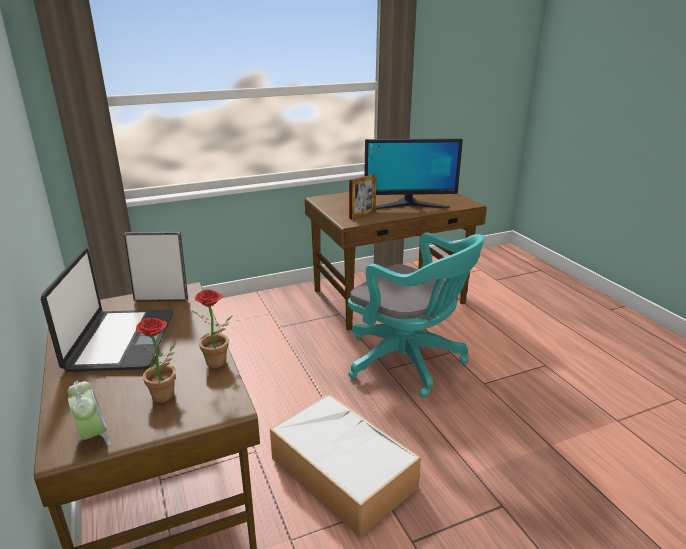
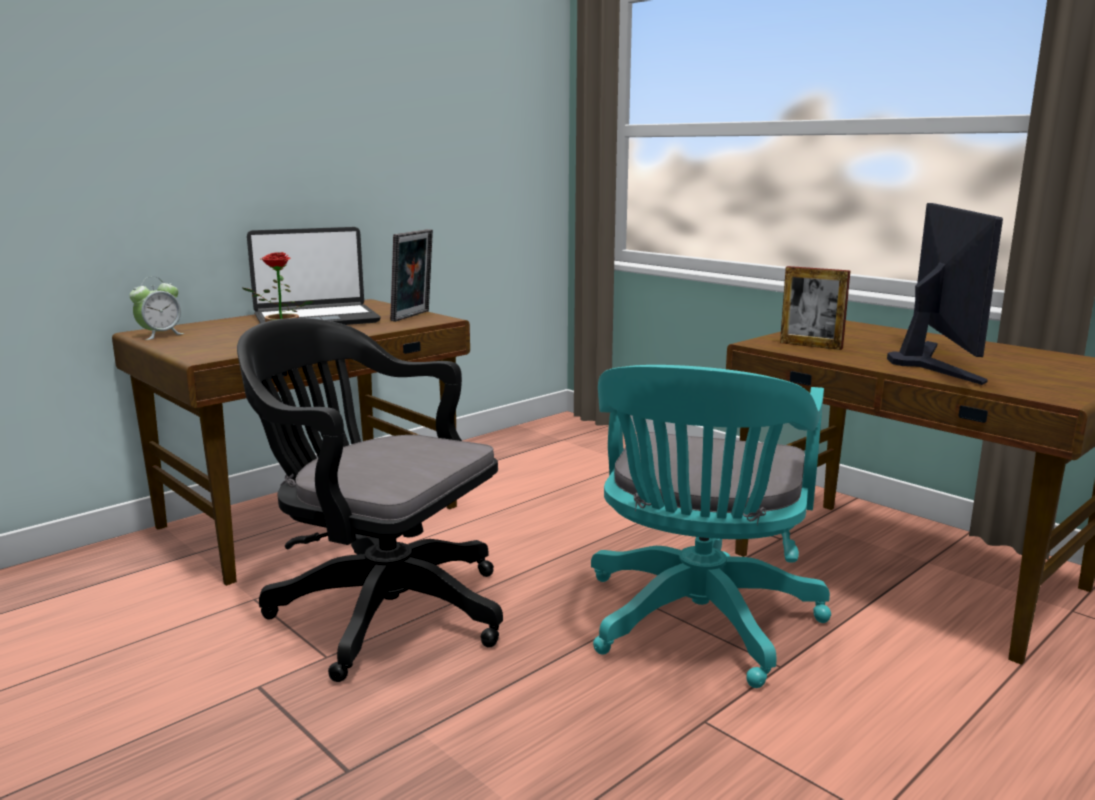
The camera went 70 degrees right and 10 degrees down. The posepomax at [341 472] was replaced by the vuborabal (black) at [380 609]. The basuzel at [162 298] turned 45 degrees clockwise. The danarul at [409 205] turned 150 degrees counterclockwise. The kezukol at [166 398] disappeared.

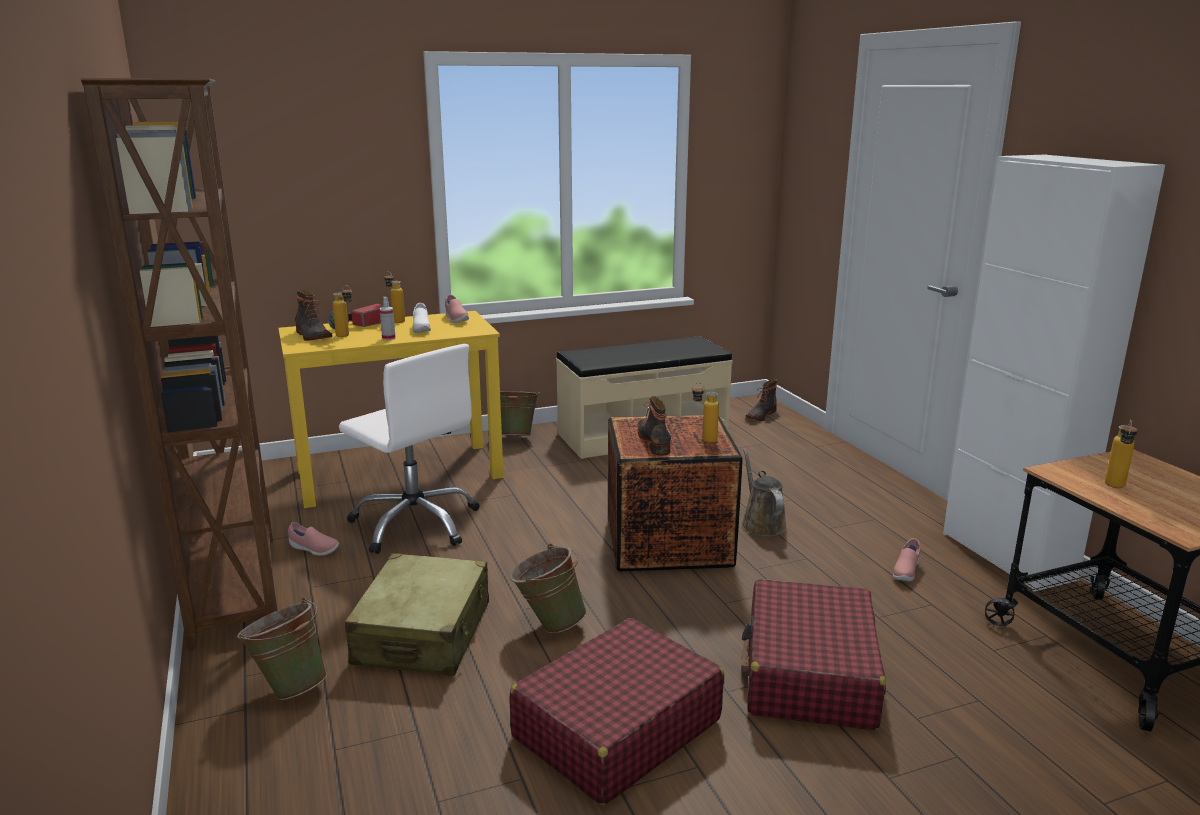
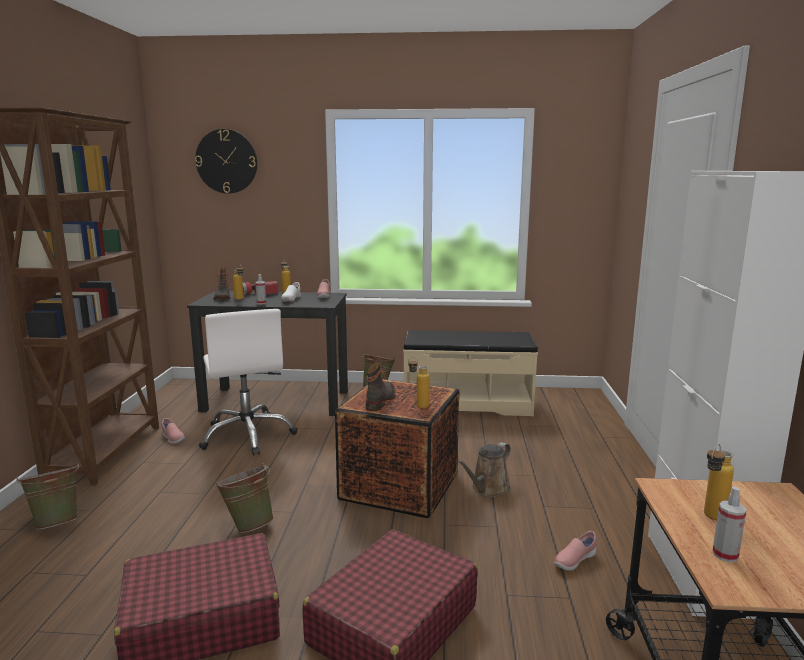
The camera went 25 degrees right and 5 degrees down. The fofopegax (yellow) at [400 473] became the fofopegax (black) at [277 401]. The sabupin at [226 161] appeared. The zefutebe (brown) at [761 523] turned 150 degrees counterclockwise. The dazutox at [725 555] appeared. The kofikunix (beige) at [423 633] disappeared. The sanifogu at [760 415] disappeared.

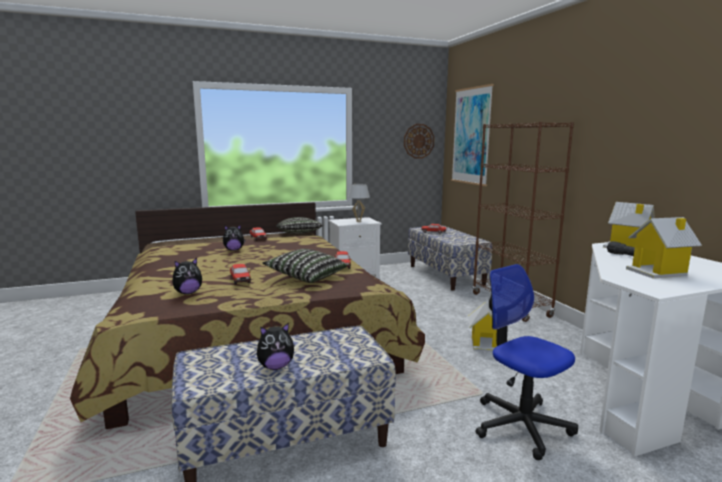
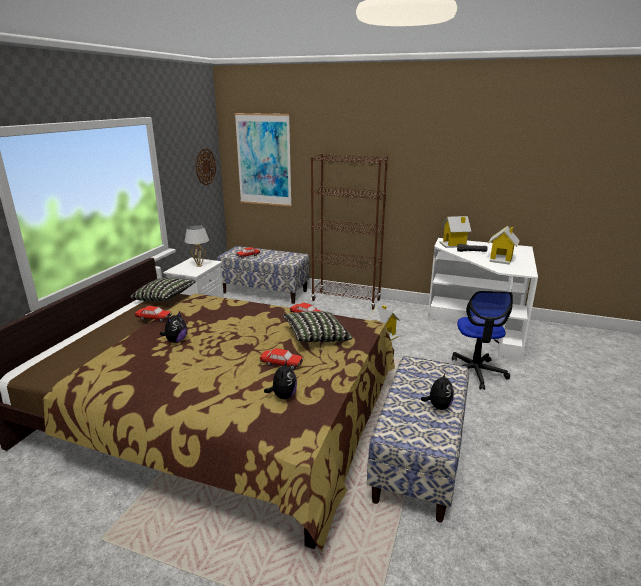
The camera went 50 degrees left and 10 degrees up. The vuborabal at [521 425] turned 90 degrees counterclockwise.

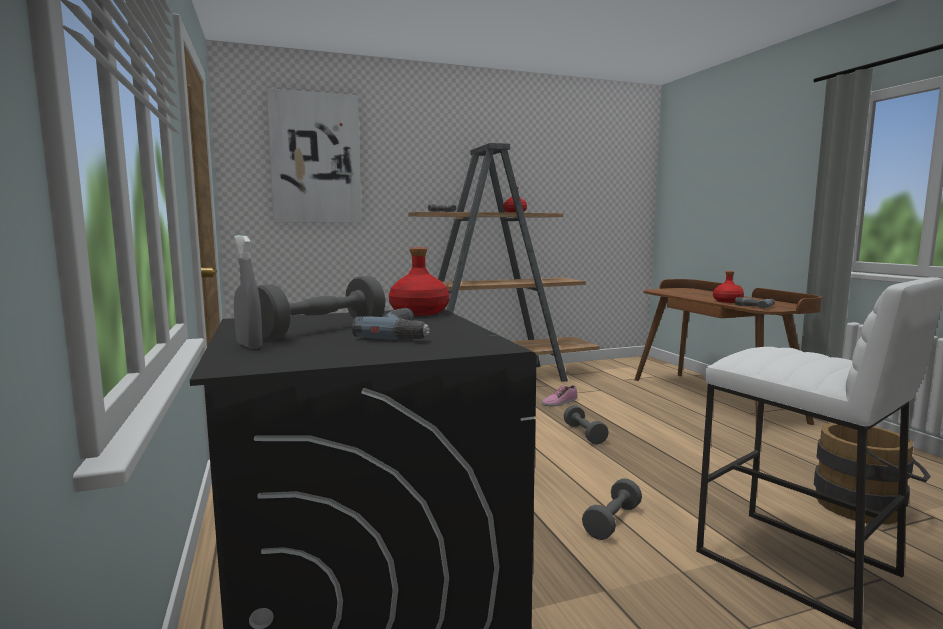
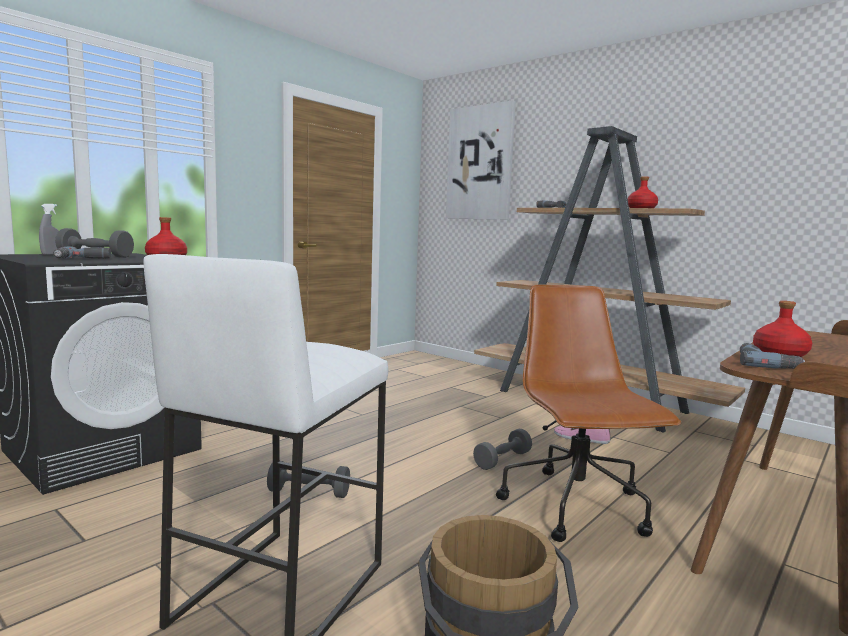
The camera went 60 degrees right and 0 degrees up. The vuborabal (brown) at [577 507] appeared.

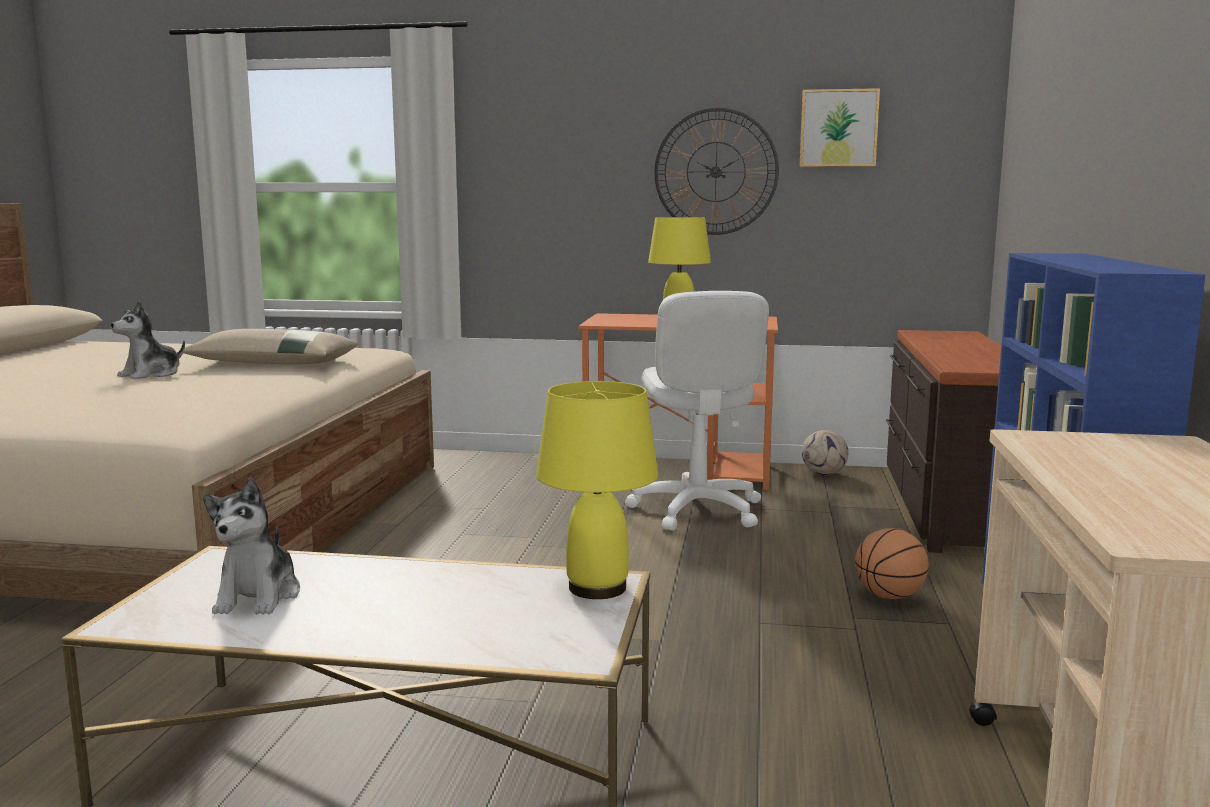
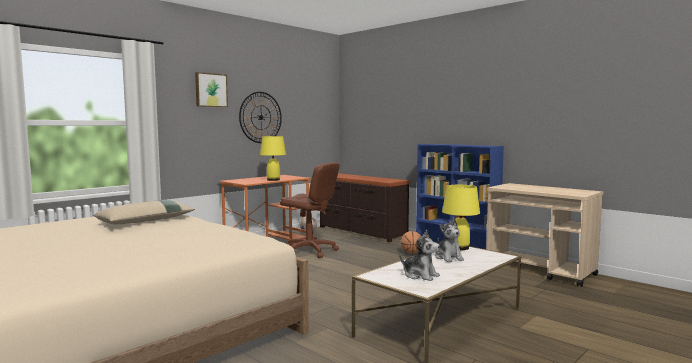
The camera went 55 degrees left and 5 degrees down. The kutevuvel moved from [838 128] to [210 90]. The vuborabal (white) at [696 510] became the vuborabal (brown) at [309 251]. The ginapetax moved from [151 374] to [448 257].

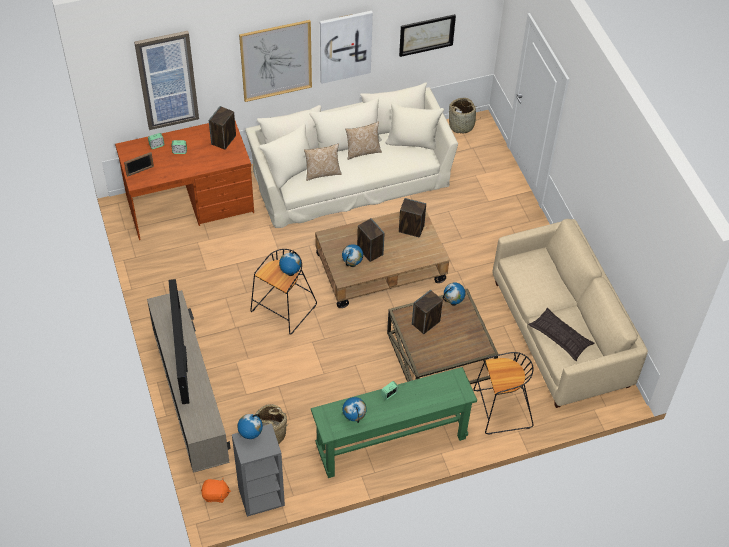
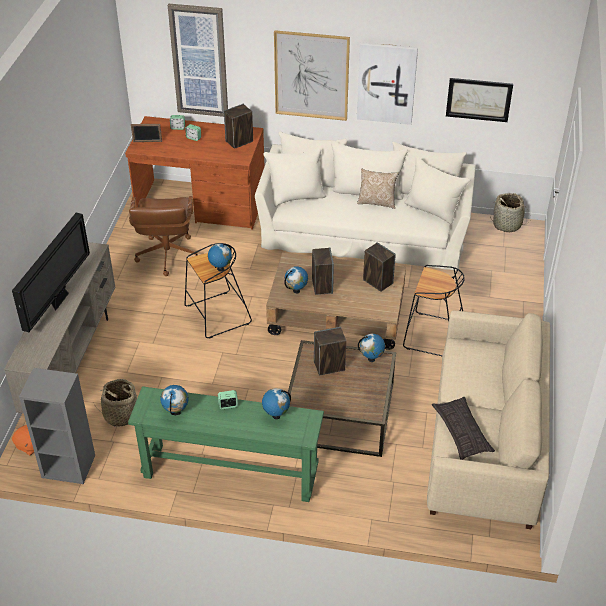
The camera went 30 degrees right and 10 degrees down. The vuborabal (brown) at [167 255] appeared. The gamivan moved from [250 435] to [276 415]. The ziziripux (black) moved from [501 410] to [432 335]. The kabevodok at [322 173] disappeared.

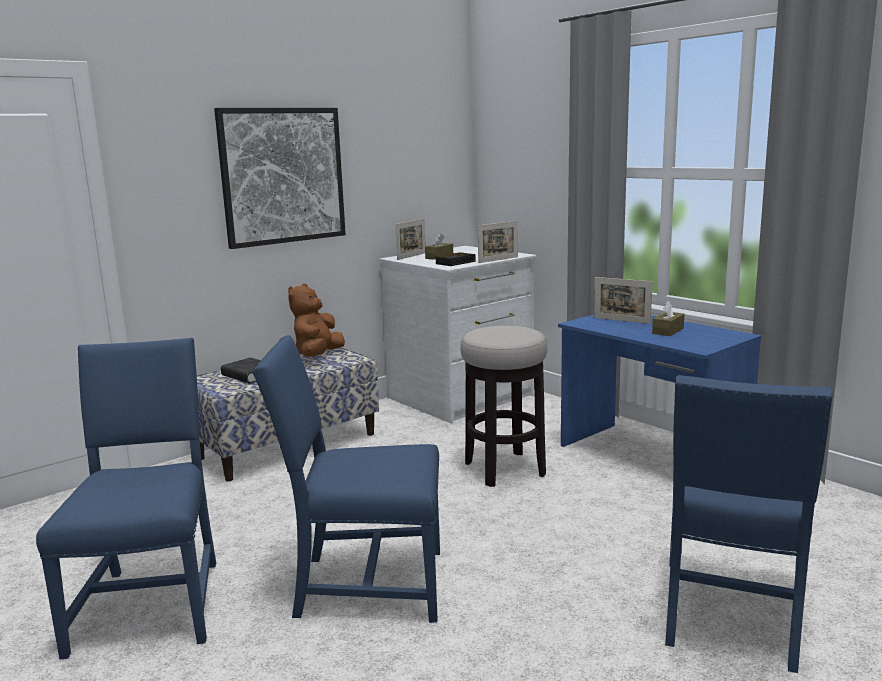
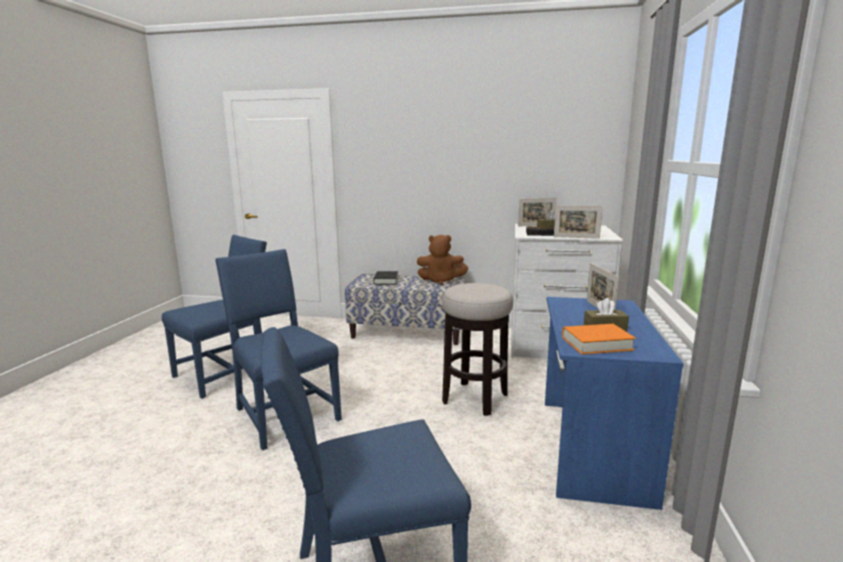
The camera went 50 degrees right and 0 degrees up. The ginapetax (brown) at [318 355] turned 150 degrees counterclockwise. The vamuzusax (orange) at [596 344] appeared. The kutevuvel at [283 176] disappeared.

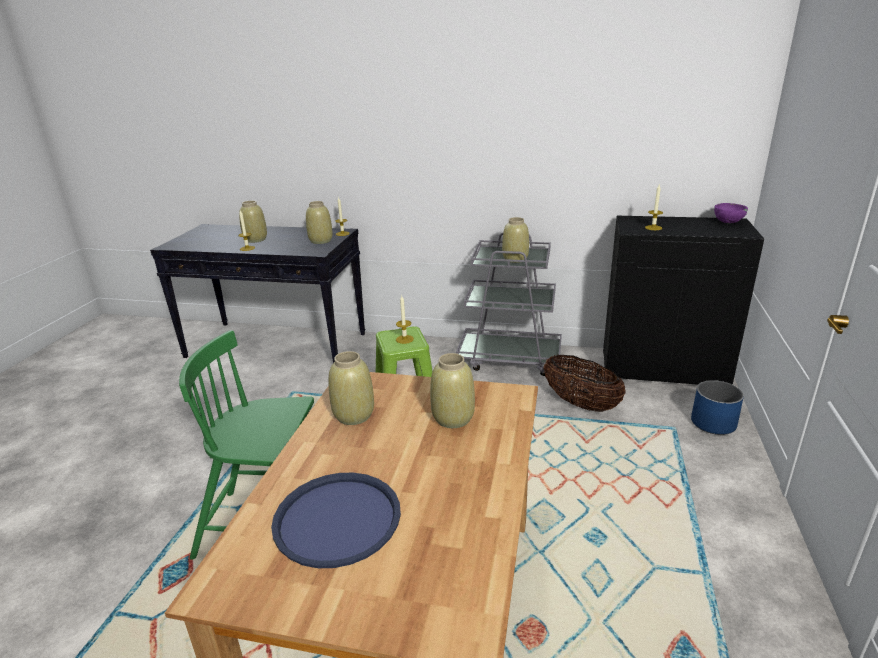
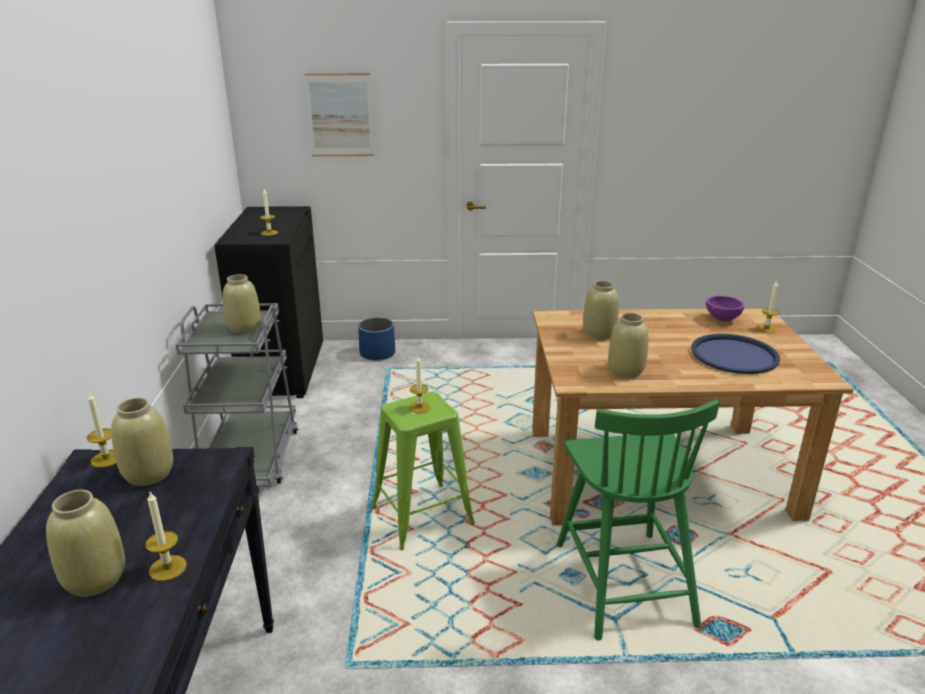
The camera went 105 degrees left and 0 degrees up. The kutevuvel at [340 115] appeared. The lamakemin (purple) moved from [727 222] to [722 319]. The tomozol at [766 329] appeared. The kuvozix at [580 404] disappeared.

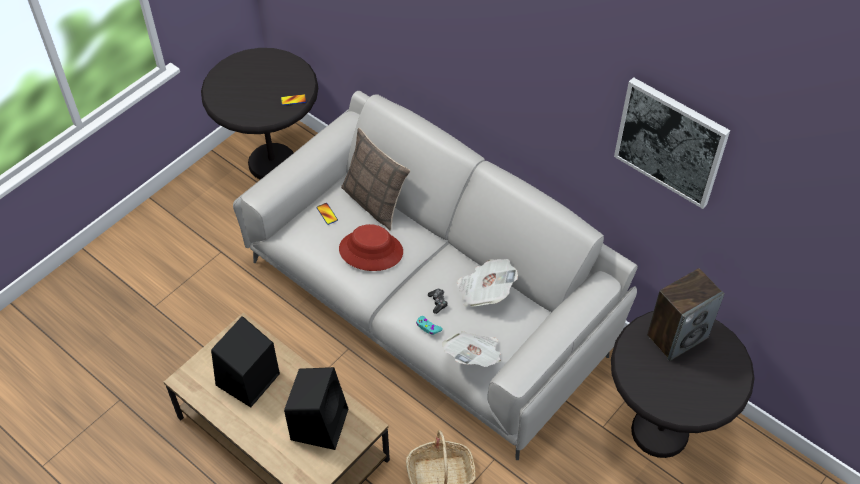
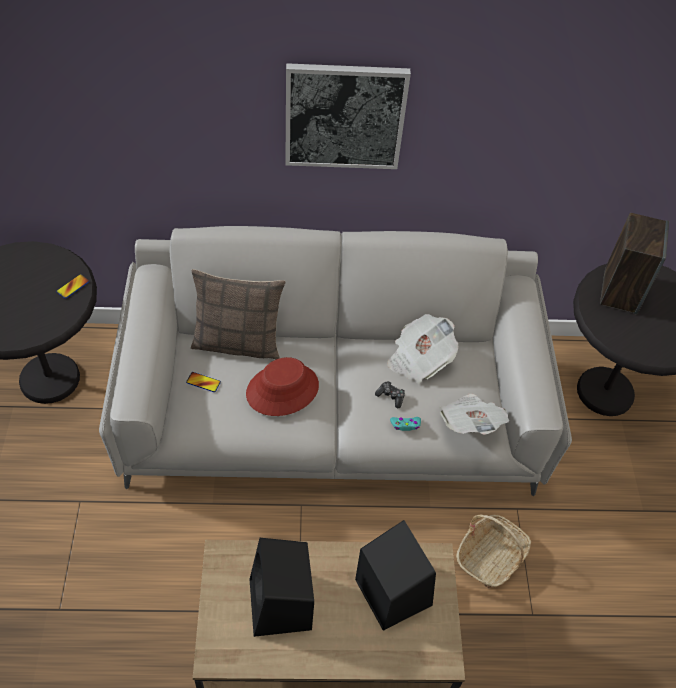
The camera went 45 degrees left and 0 degrees up. The kutevuvel moved from [671 142] to [344 116].

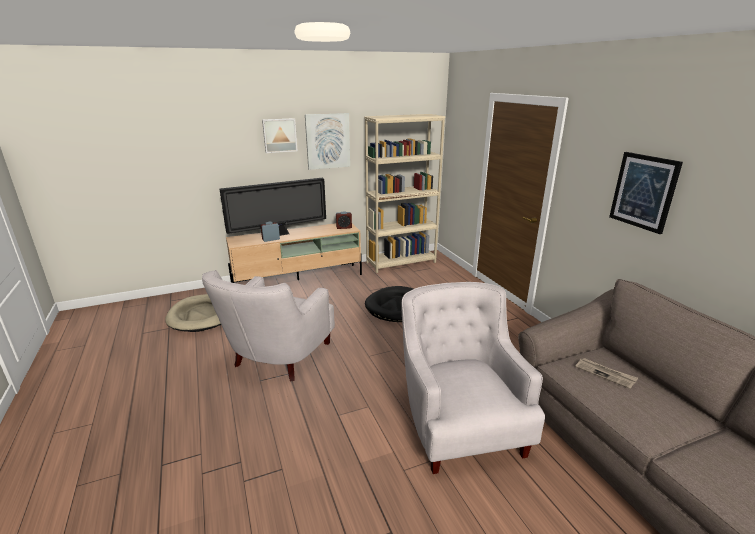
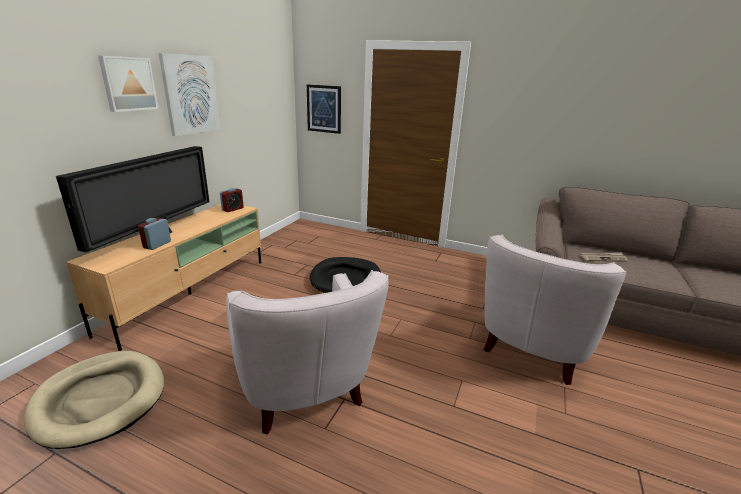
The camera went 45 degrees left and 0 degrees up. The kutevuvel moved from [643 191] to [324 109]. The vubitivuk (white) at [459 423] turned 90 degrees counterclockwise. The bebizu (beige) at [401 262] disappeared.

